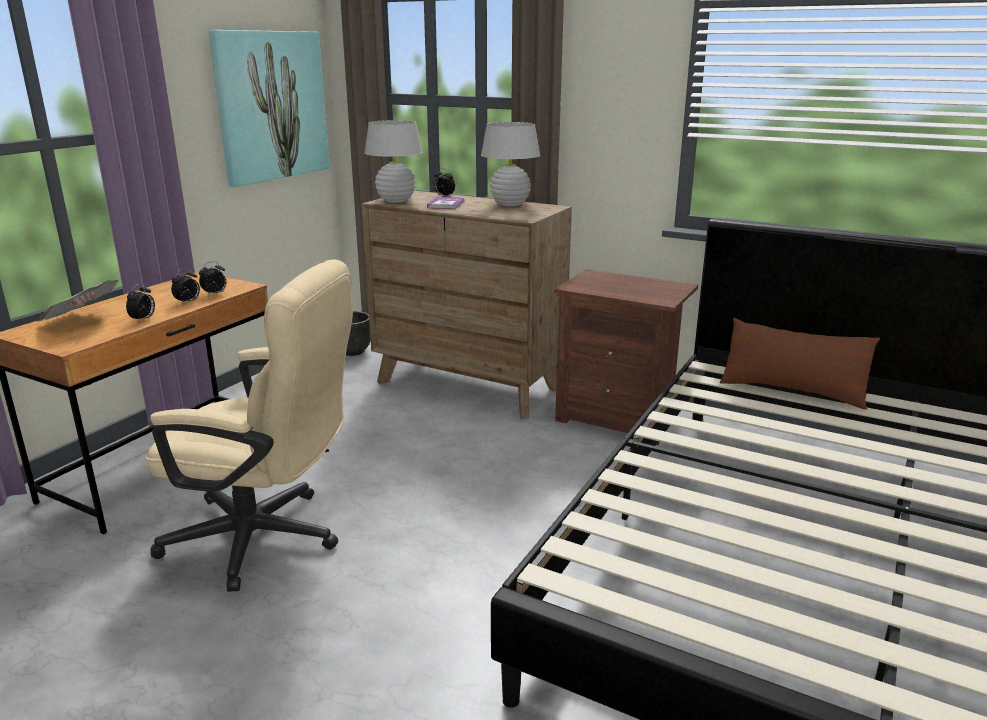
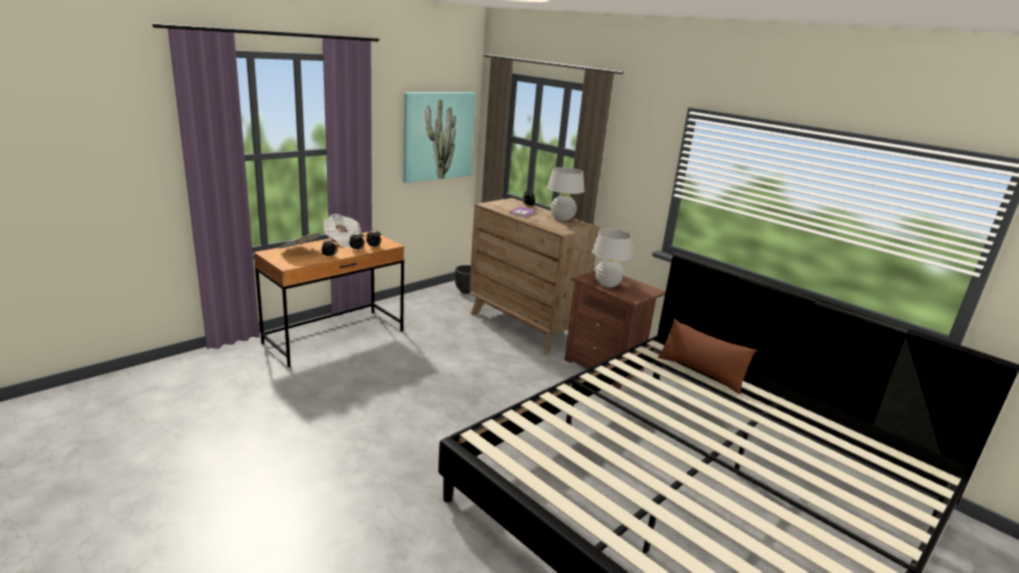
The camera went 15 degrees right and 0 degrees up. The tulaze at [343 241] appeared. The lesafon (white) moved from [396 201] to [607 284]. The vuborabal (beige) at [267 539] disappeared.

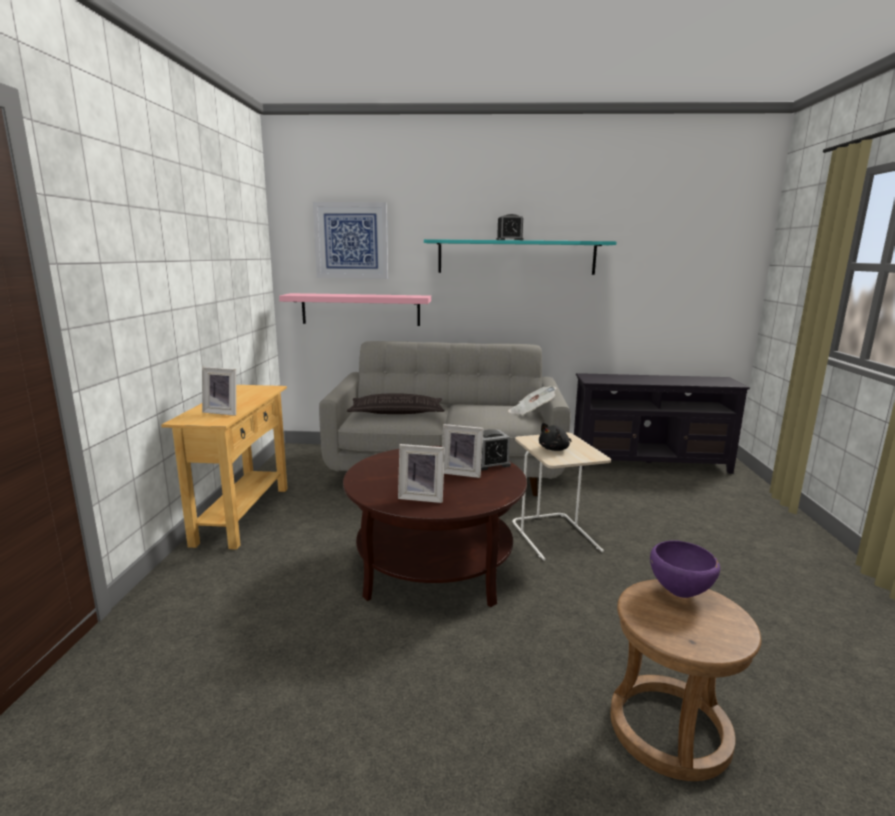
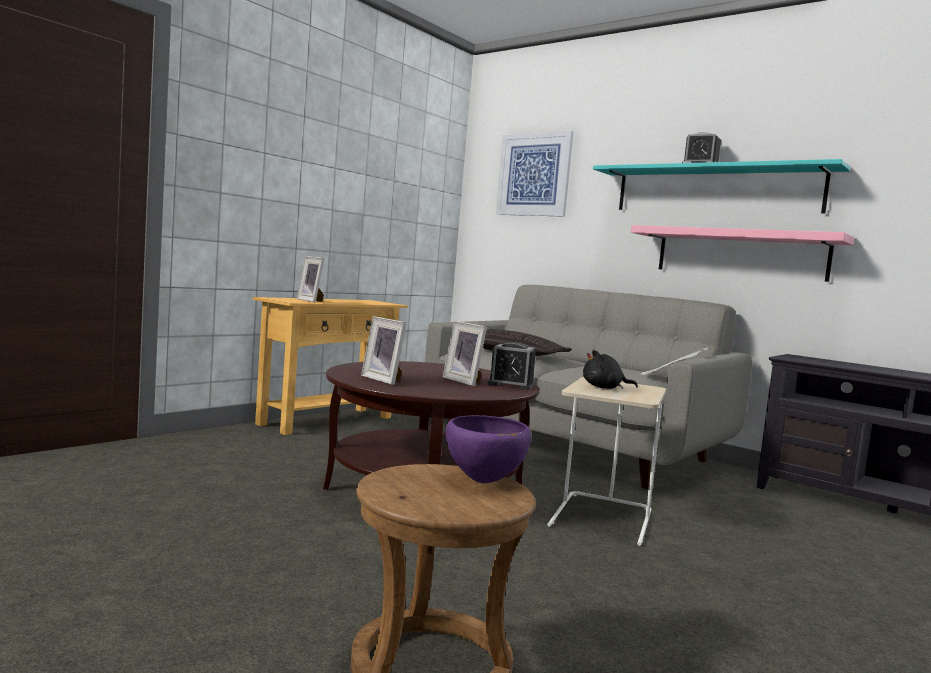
The camera went 35 degrees right and 10 degrees down. The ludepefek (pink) moved from [360 309] to [740 253].

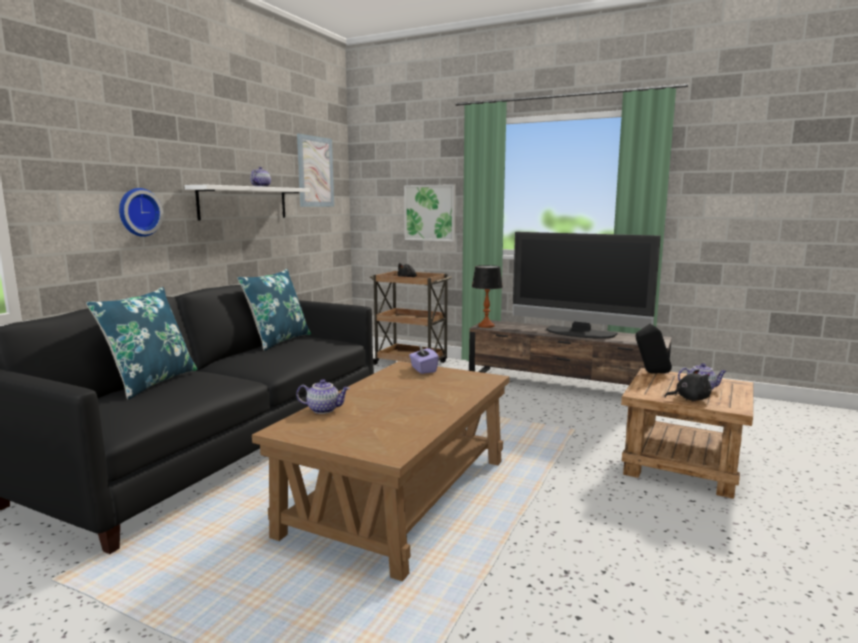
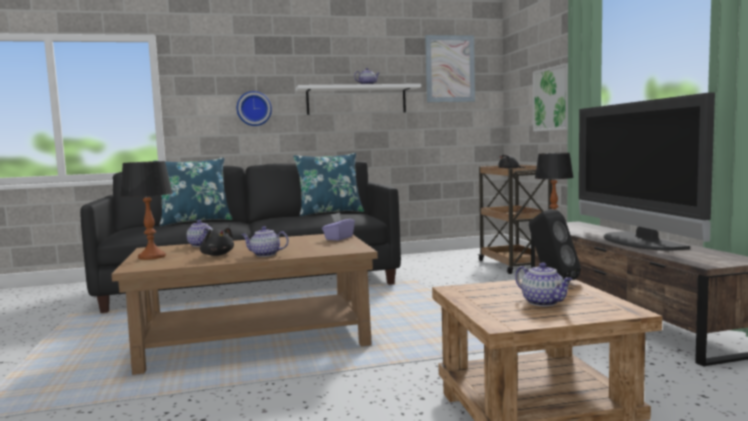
The camera went 50 degrees right and 5 degrees down. The lesafon at [151 257] appeared. The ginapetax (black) moved from [689 399] to [217 255]. The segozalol at [264 255] appeared.

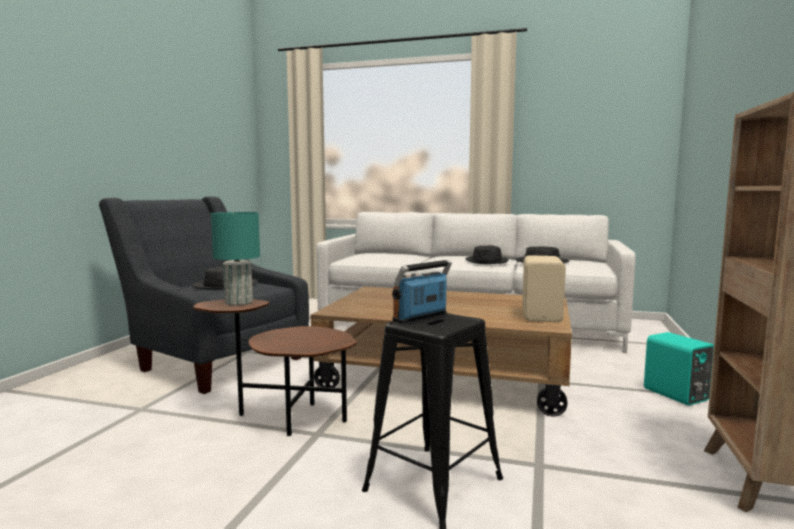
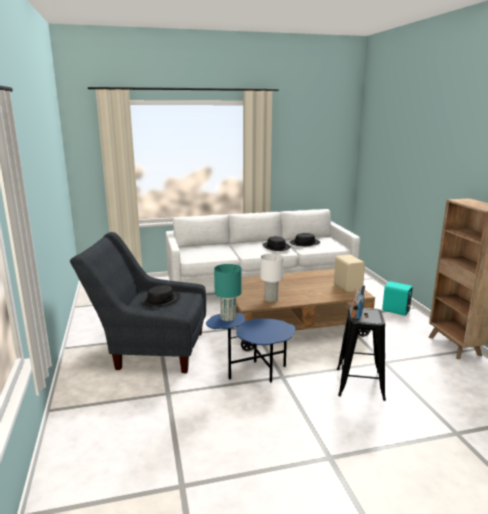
The camera went 30 degrees left and 10 degrees up. The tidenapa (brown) at [285 418] became the tidenapa (blue) at [254 373]. The lesafon (white) at [271 299] appeared.

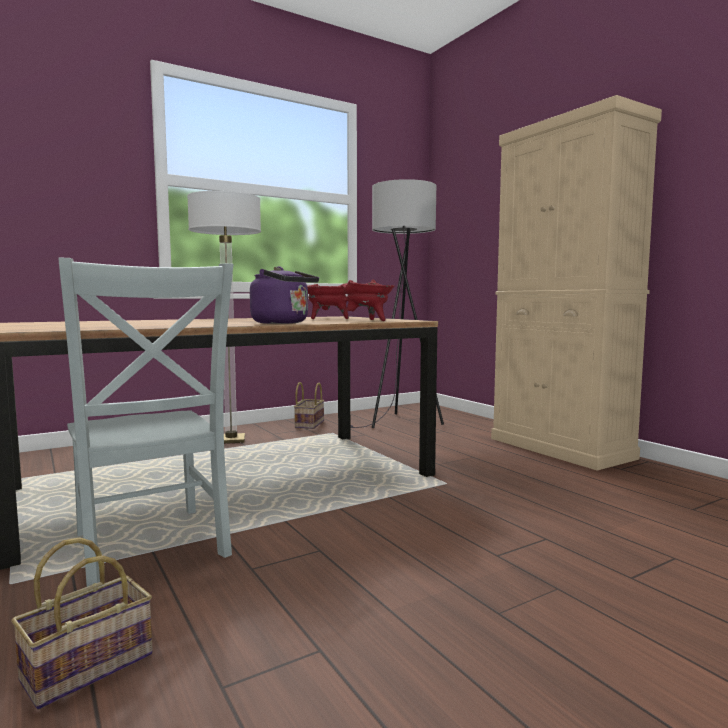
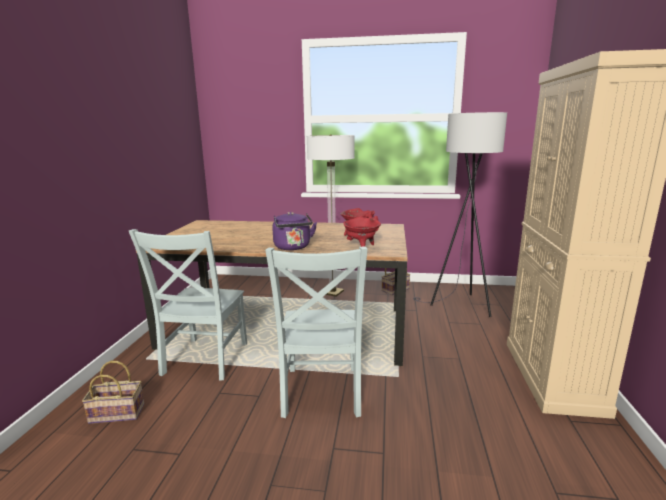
The camera went 40 degrees right and 10 degrees up. The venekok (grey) at [321 394] appeared.

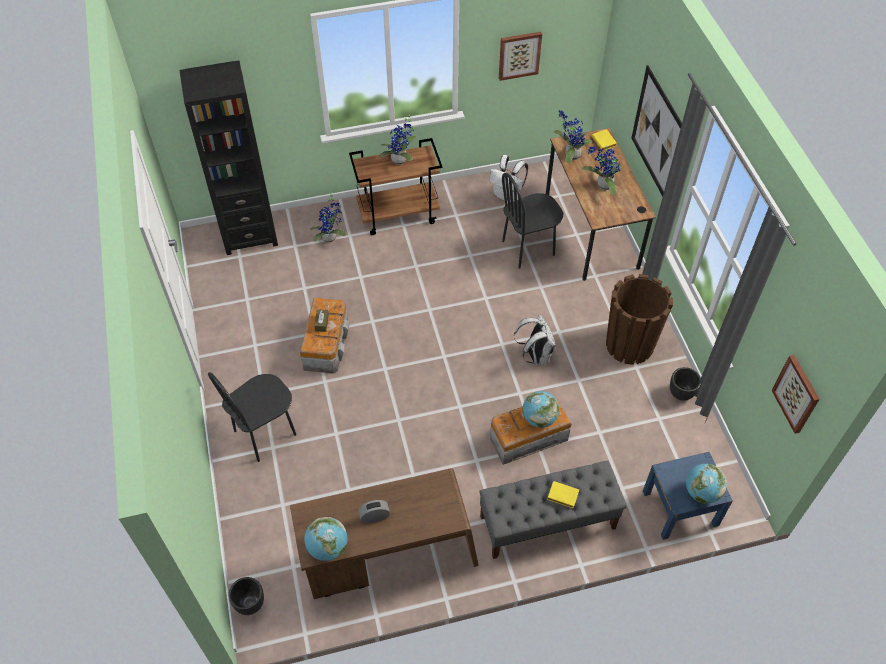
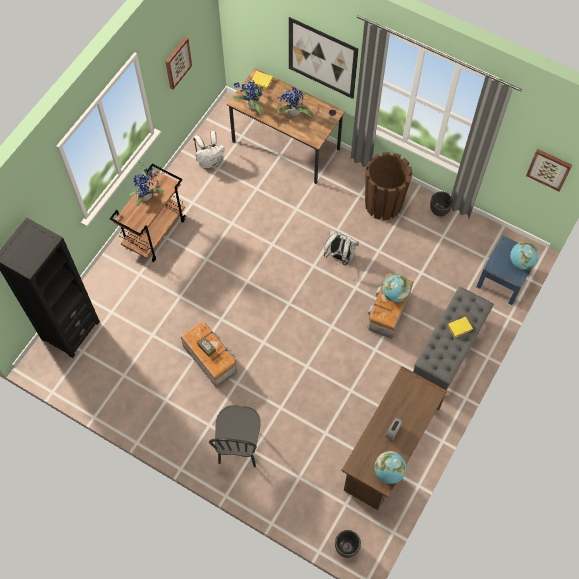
The camera went 45 degrees left and 10 degrees up. The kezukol at [331 238] disappeared. The venekok (black) at [528 248] disappeared.

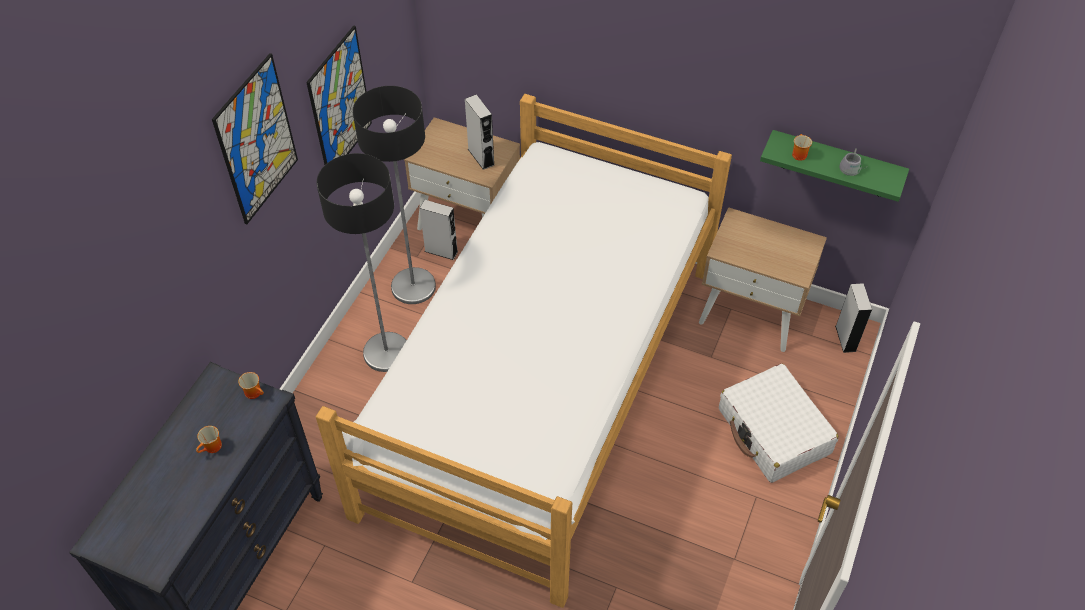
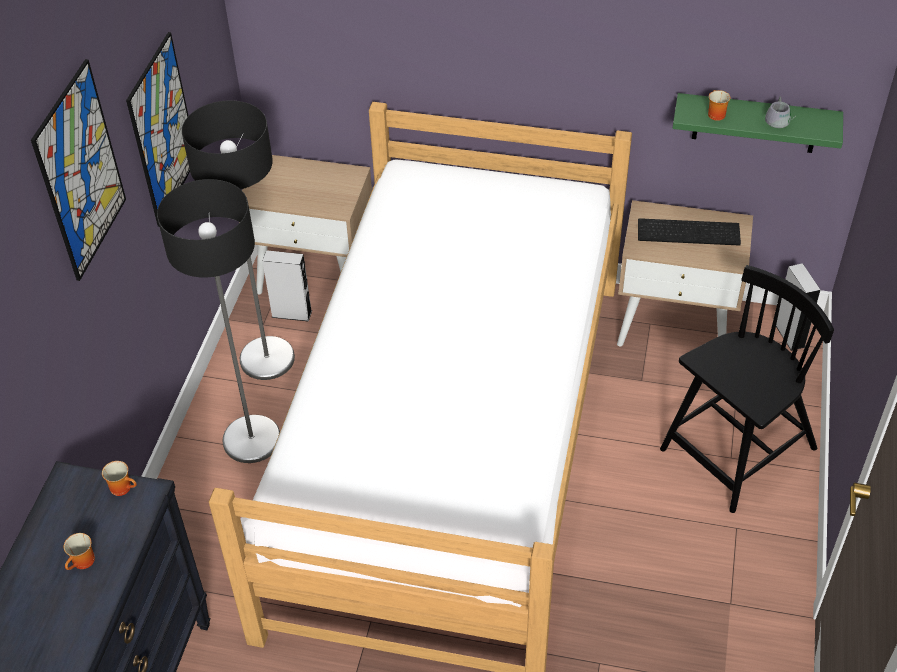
The camera went 10 degrees left and 5 degrees down. The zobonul at [689 231] appeared. The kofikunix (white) at [773 432] was replaced by the venekok (black) at [736 451]. The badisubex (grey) at [481 157] disappeared.

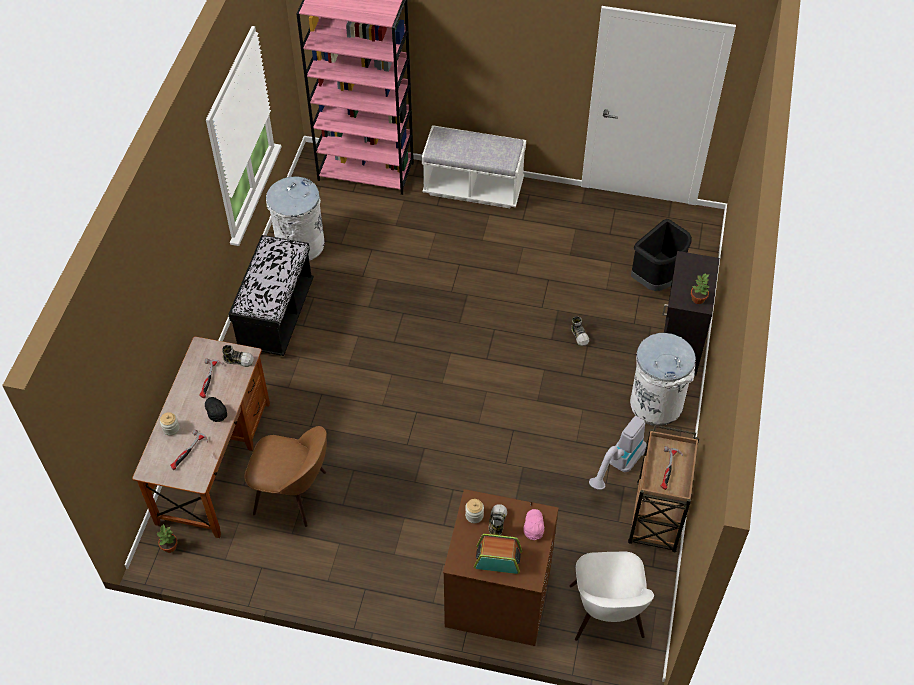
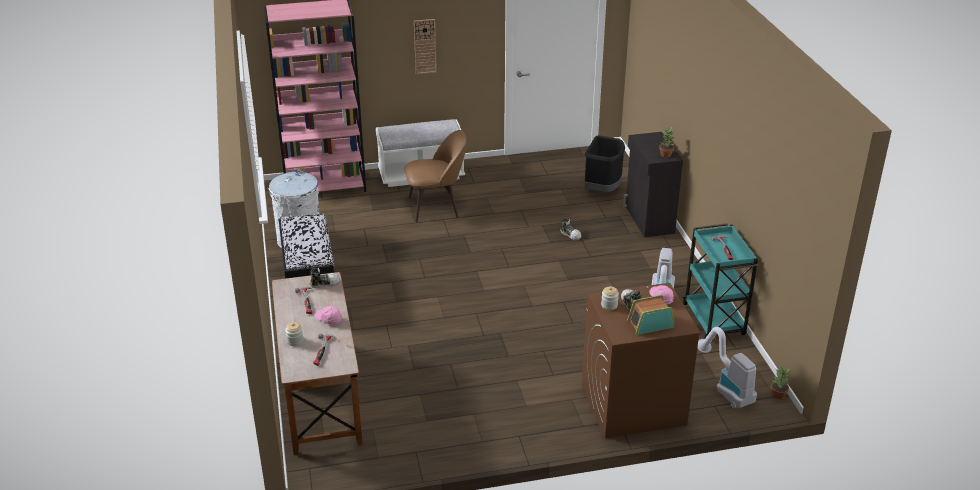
The camera went 25 degrees left and 20 degrees down. The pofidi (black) at [216 411] became the pofidi (pink) at [328 319]. The venekok (brown) moved from [293 494] to [436 207]. The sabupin at [425 46] appeared. The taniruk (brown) at [656 519] became the taniruk (turquoise) at [714 320]. The venekok (white) at [606 615] was replaced by the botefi at [725 388]. The kezukol moved from [169 547] to [778 395]. The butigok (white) at [656 403] disappeared.

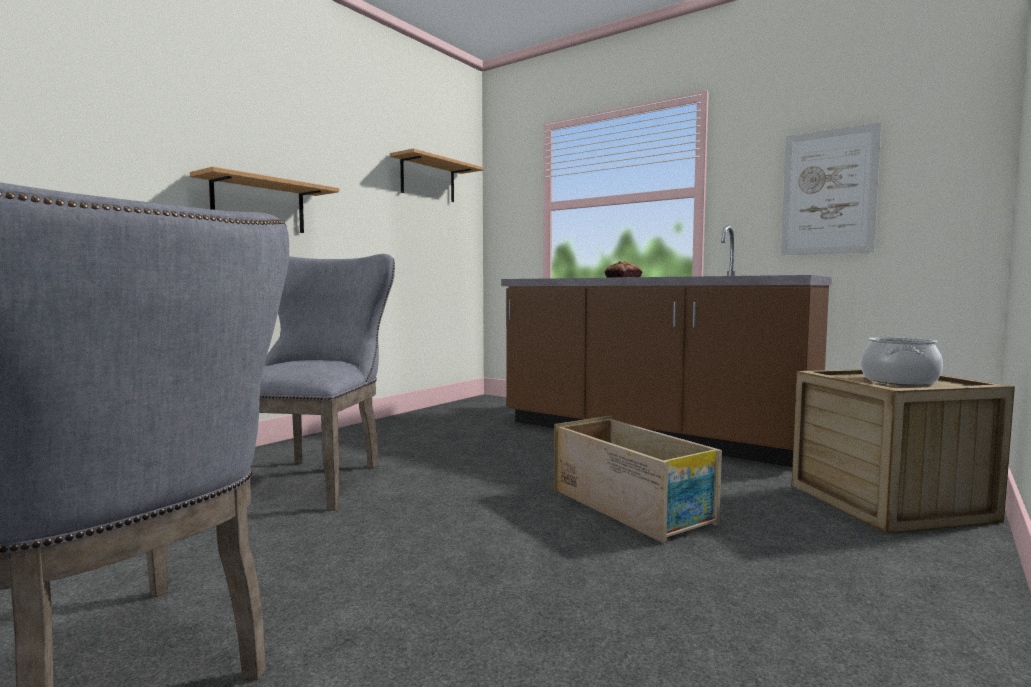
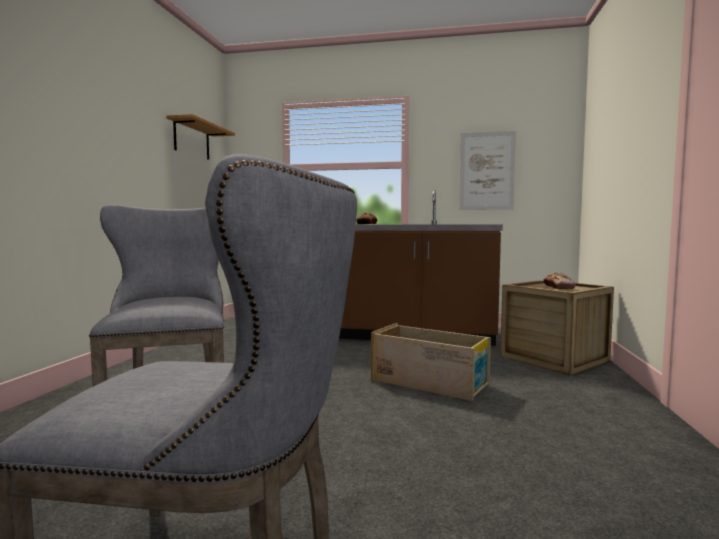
The camera went 25 degrees left and 0 degrees up. The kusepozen at [900 381] was replaced by the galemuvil at [558 287]. The ludepefek at [259 206] disappeared.

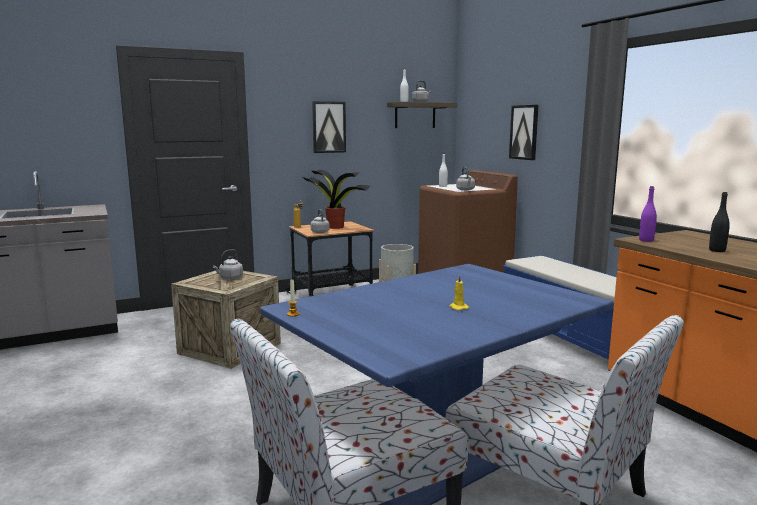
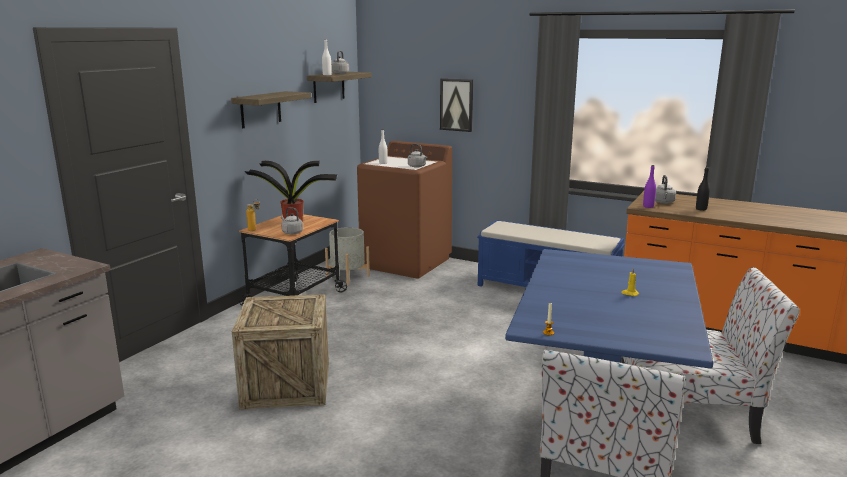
The camera went 35 degrees left and 5 degrees up. The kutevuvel at [328 127] was replaced by the ludepefek at [260 109]. The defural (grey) moved from [230 278] to [663 202].

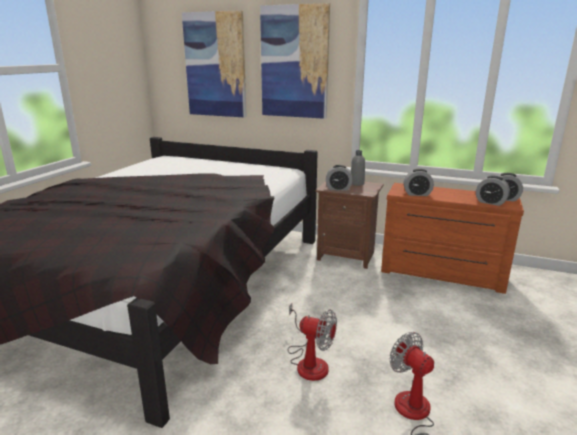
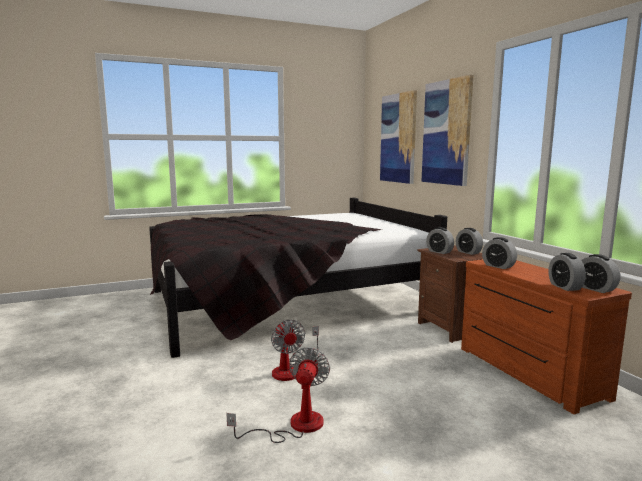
The camera went 45 degrees right and 10 degrees down. The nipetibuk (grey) at [357 183] was replaced by the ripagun at [468 252].

